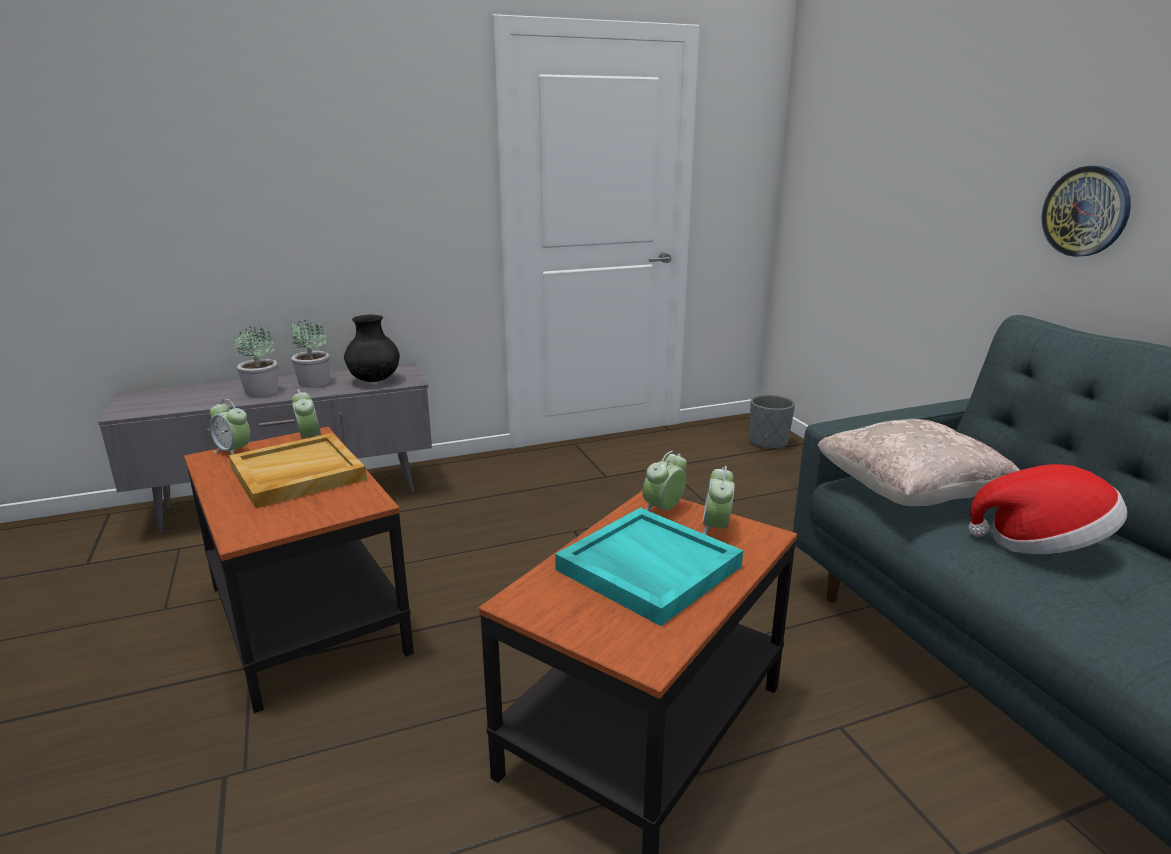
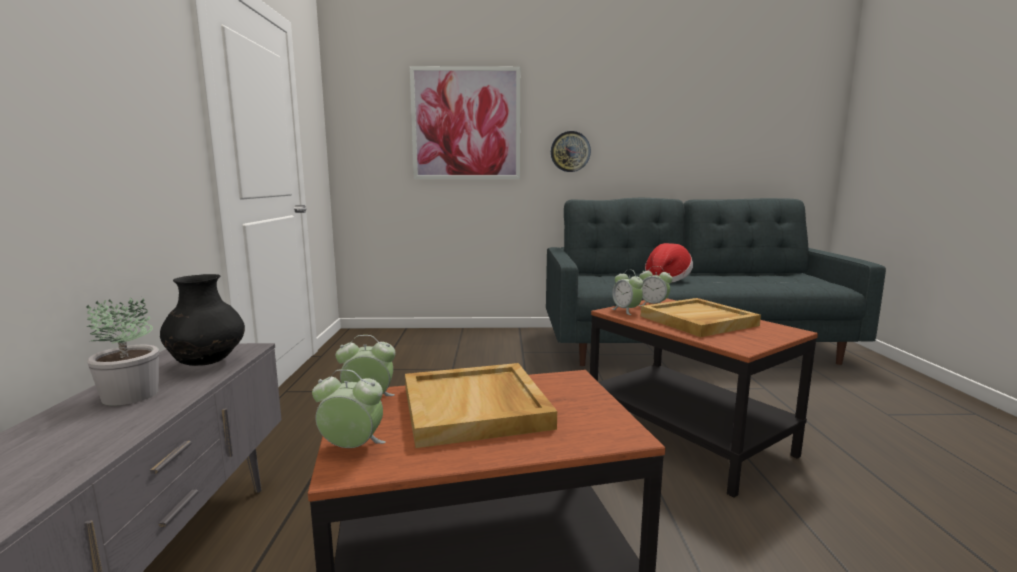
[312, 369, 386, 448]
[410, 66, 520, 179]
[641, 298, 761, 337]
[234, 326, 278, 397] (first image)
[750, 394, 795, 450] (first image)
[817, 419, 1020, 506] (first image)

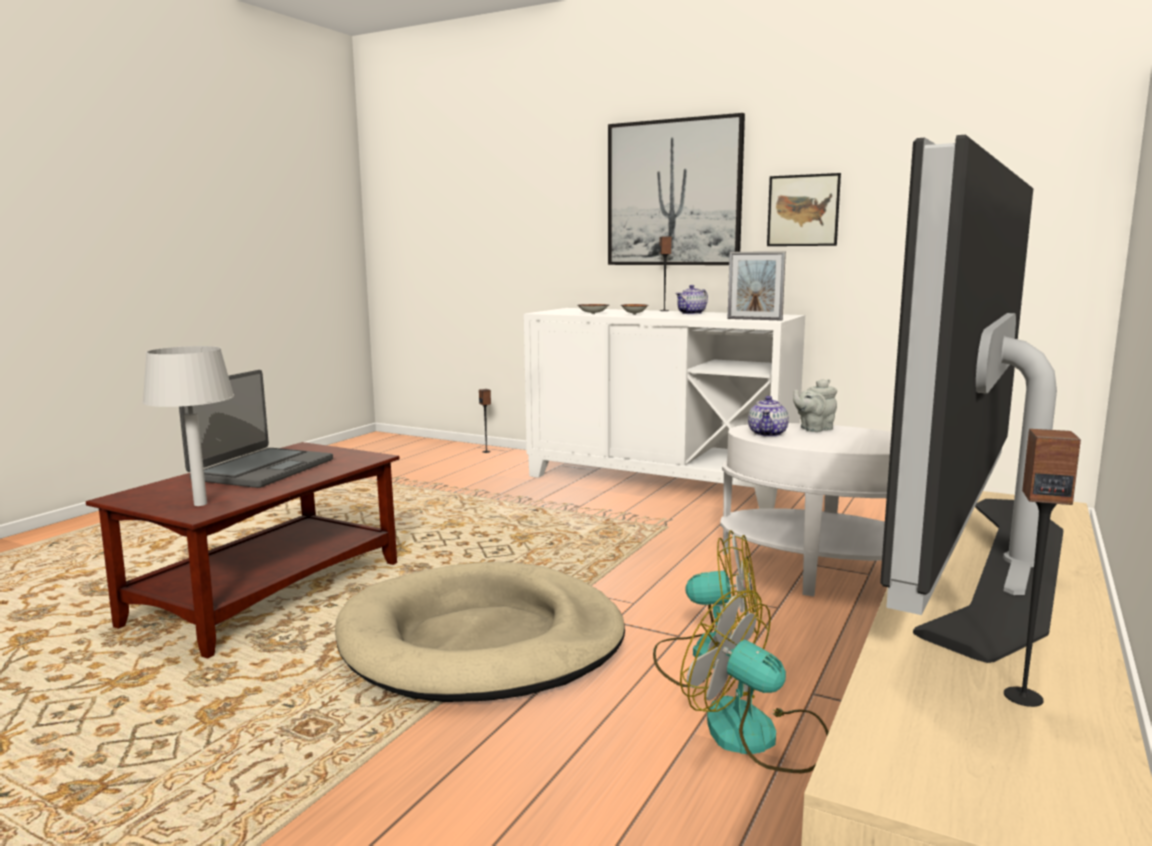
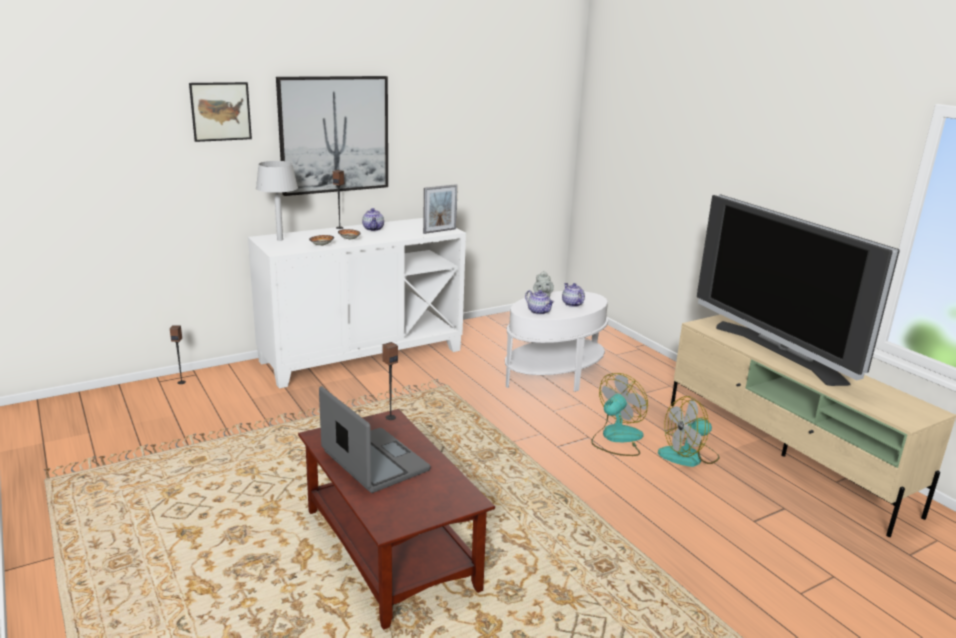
[189, 82, 252, 142]
[256, 161, 298, 241]
[382, 342, 398, 420]
[562, 283, 585, 307]
[335, 562, 625, 702] (first image)

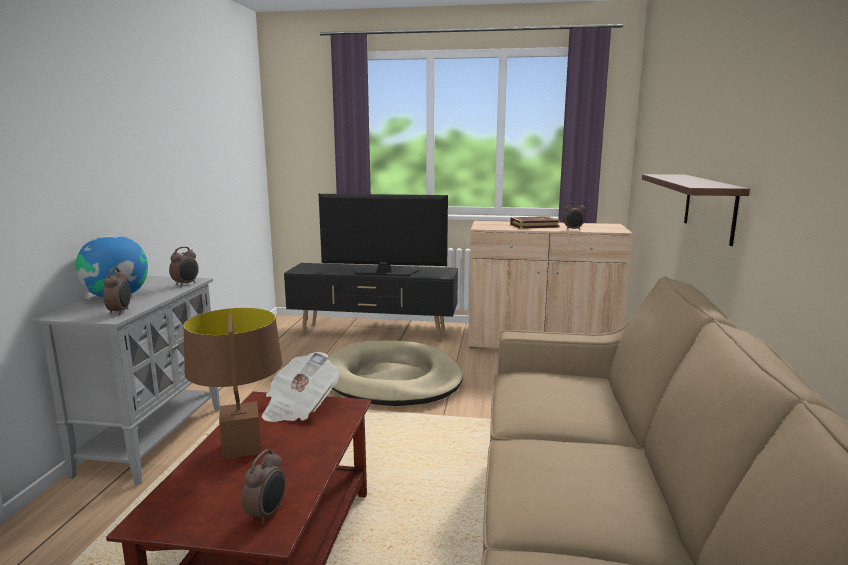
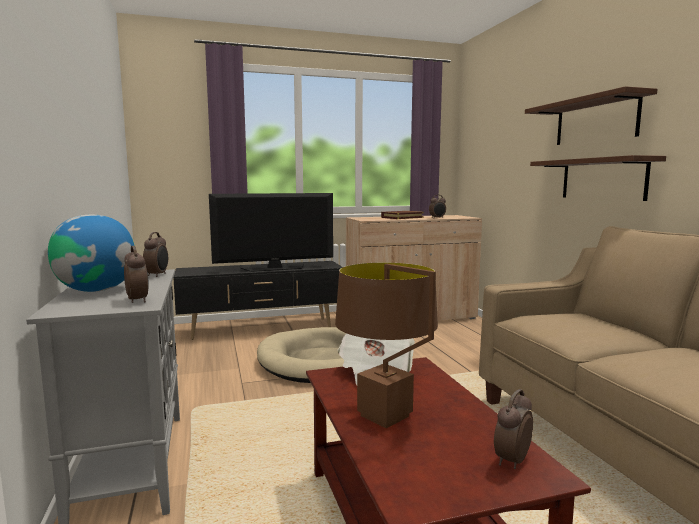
[494, 389, 533, 469]
[525, 86, 658, 145]

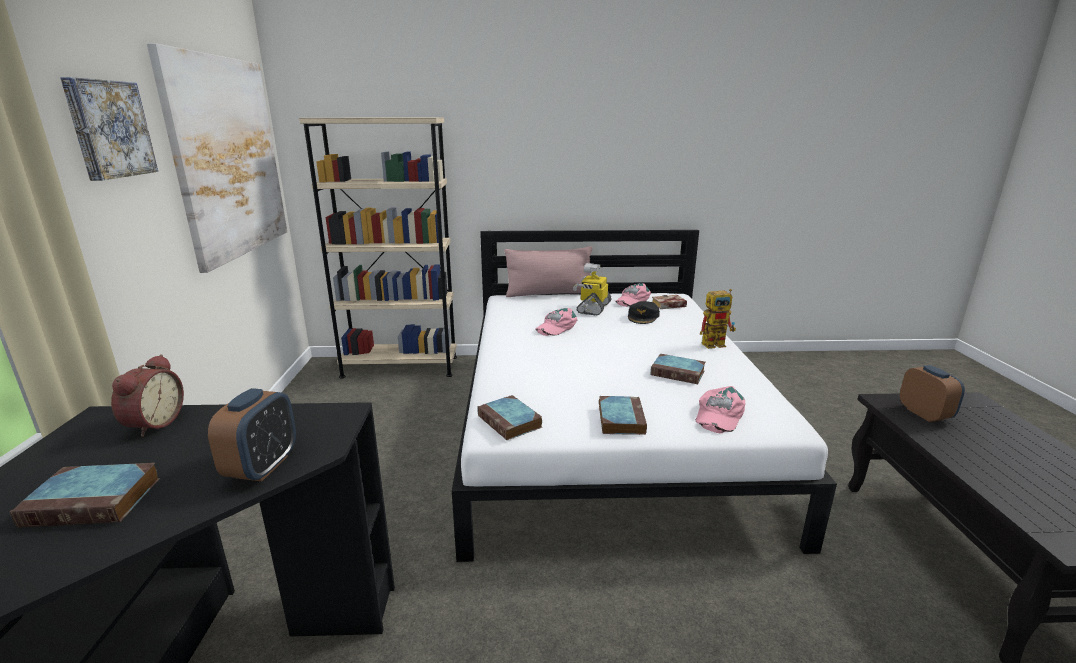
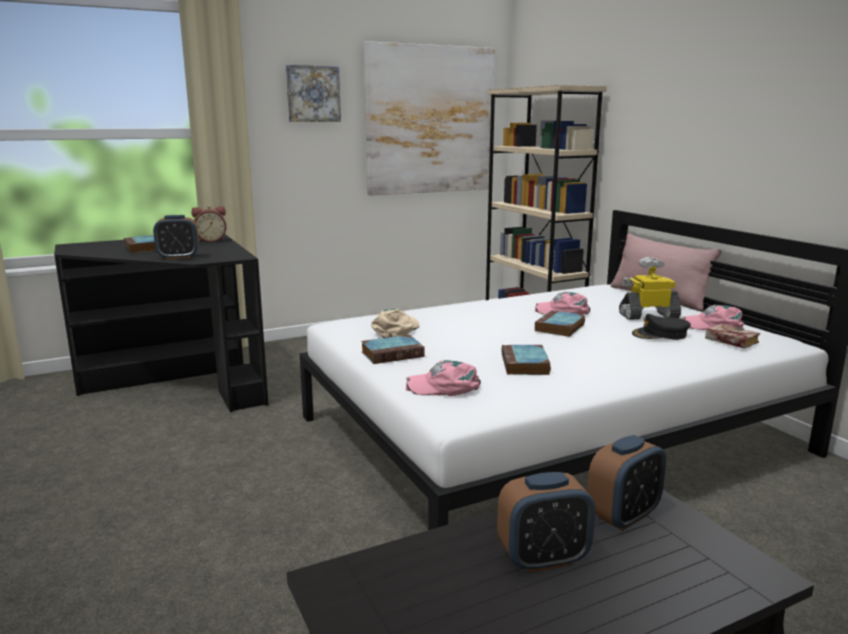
[371, 309, 419, 338]
[497, 472, 595, 573]
[535, 310, 585, 337]
[700, 289, 736, 349] (first image)

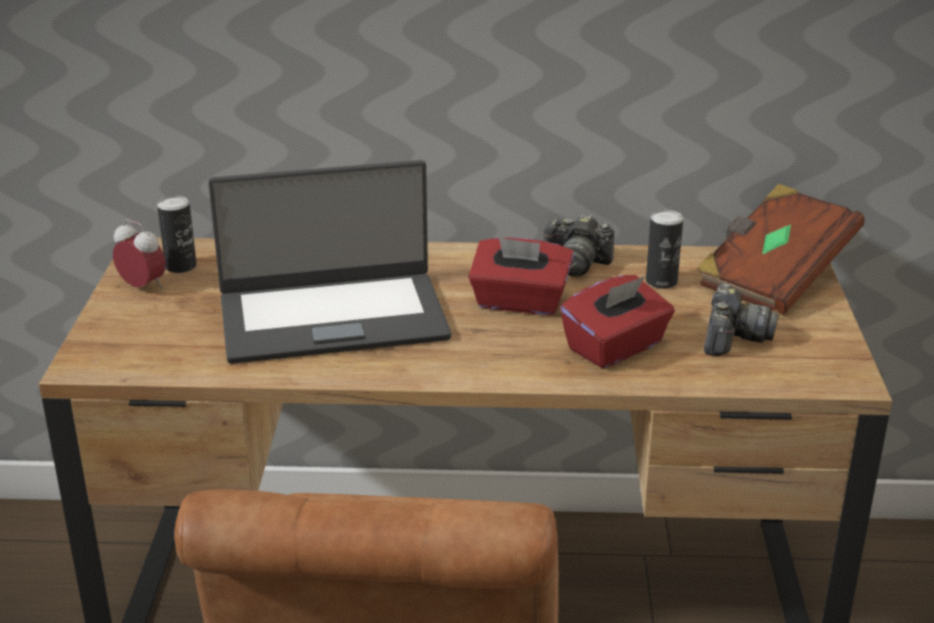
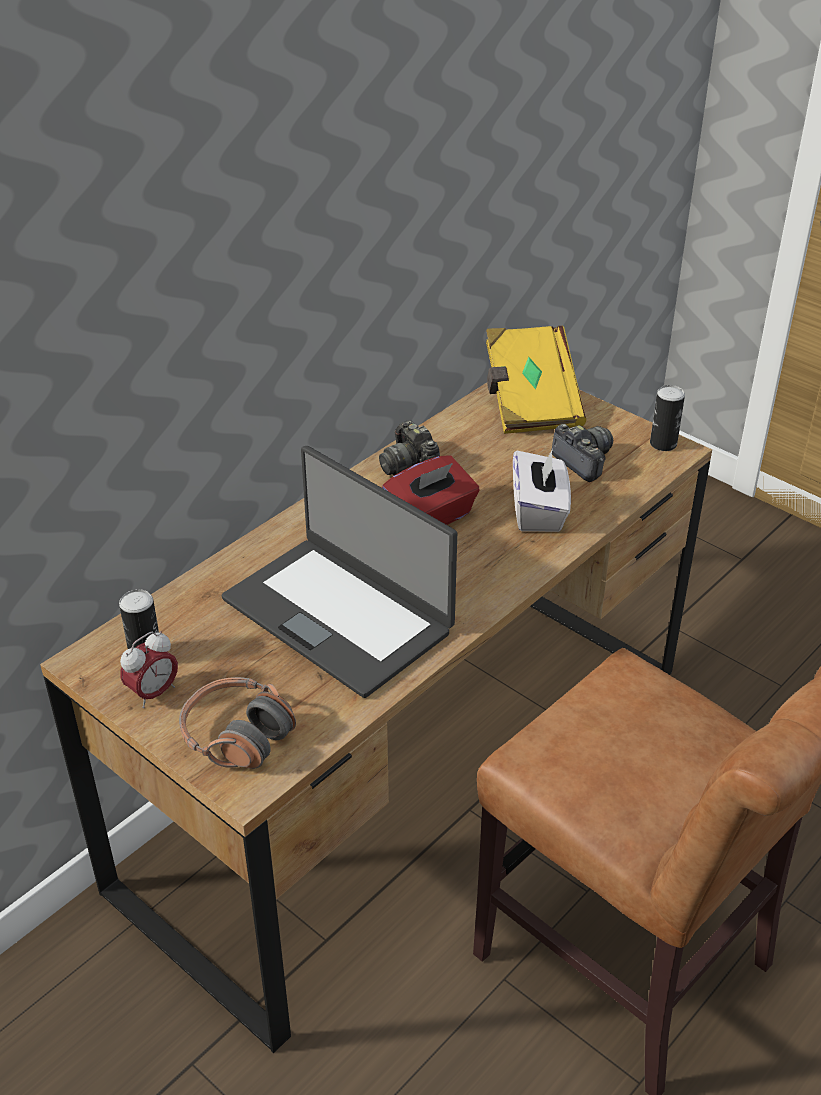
[120, 631, 178, 708]
[179, 677, 296, 769]
[221, 446, 457, 698]
[379, 420, 440, 475]
[486, 326, 586, 434]
[513, 448, 571, 532]
[650, 385, 685, 451]

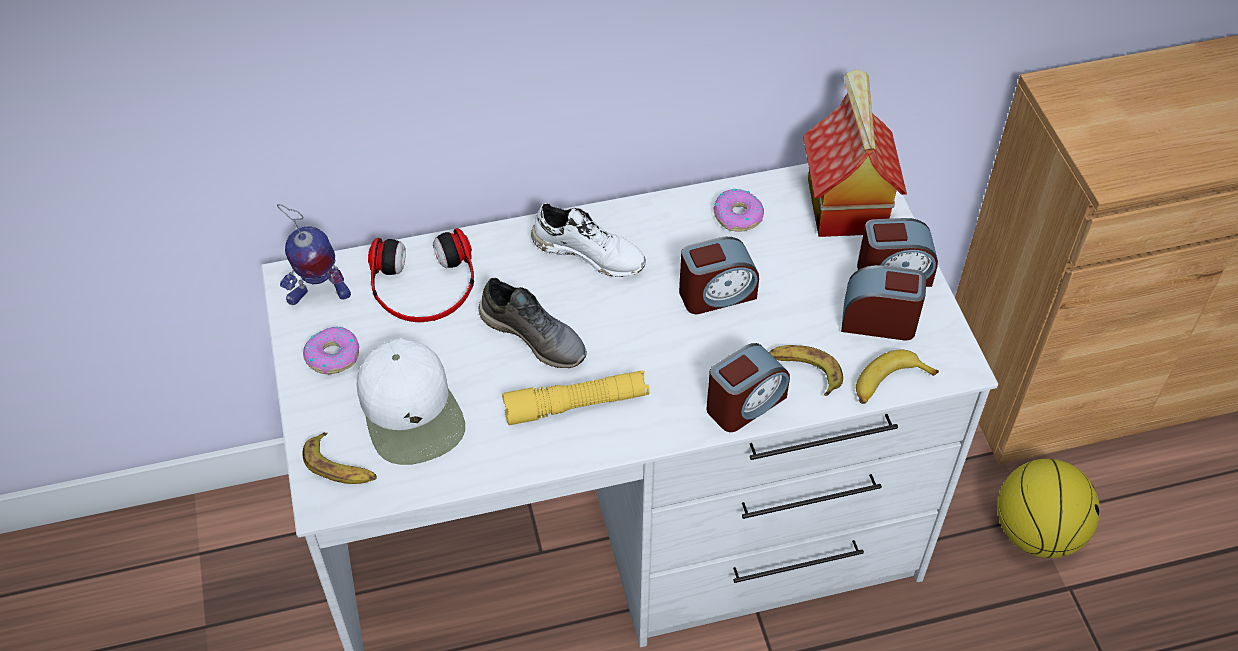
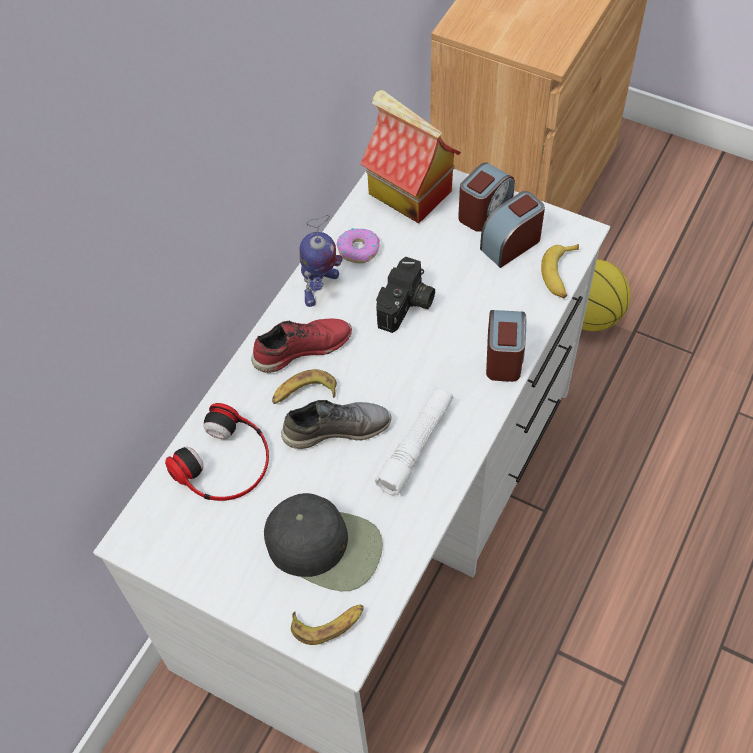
[251, 318, 352, 373]
[264, 493, 383, 591]
[272, 369, 337, 404]
[300, 215, 343, 307]
[375, 387, 453, 496]
[376, 257, 435, 333]
[303, 327, 359, 374] (first image)

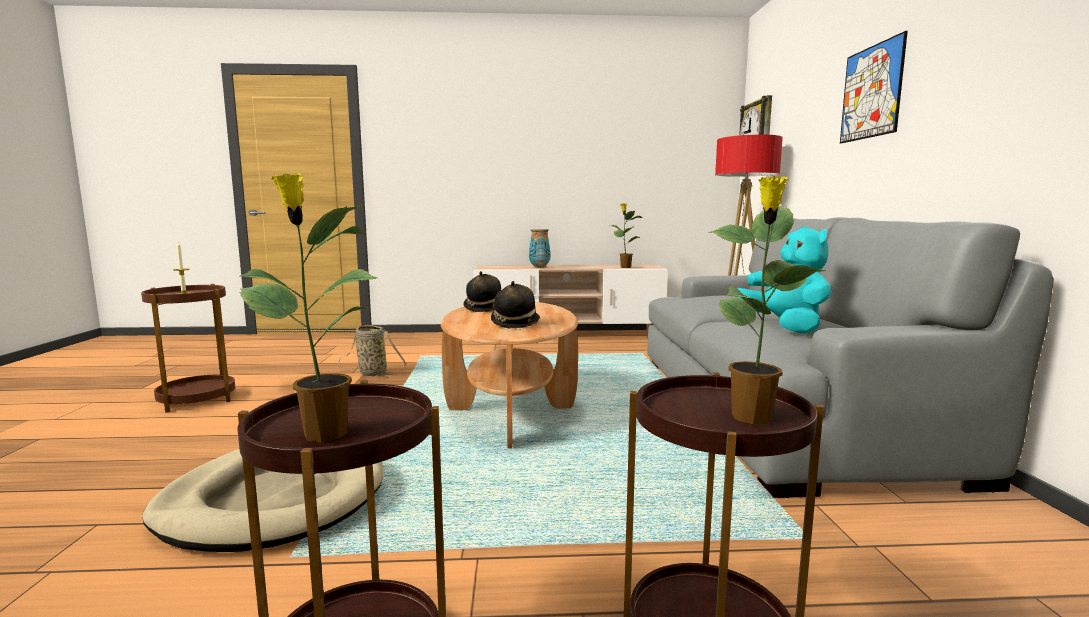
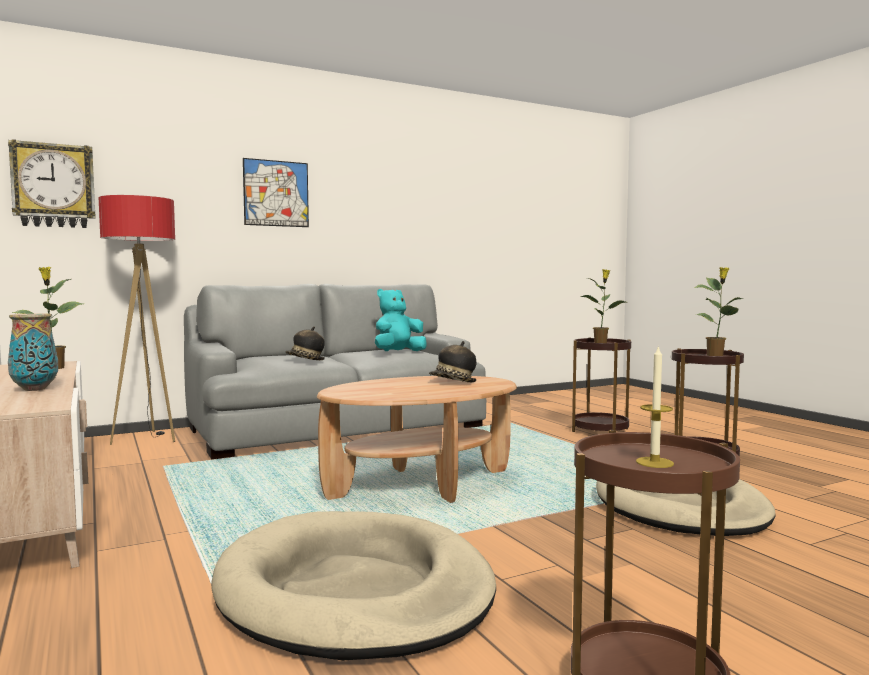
[211, 511, 496, 660]
[285, 326, 325, 360]

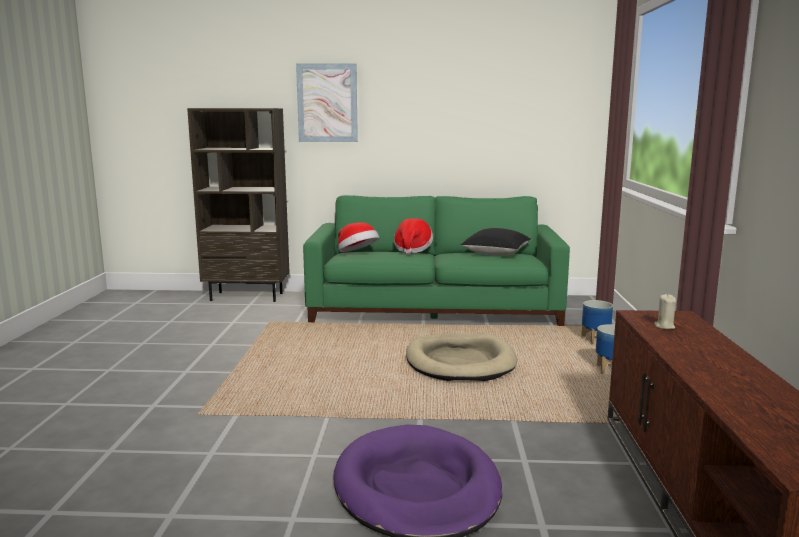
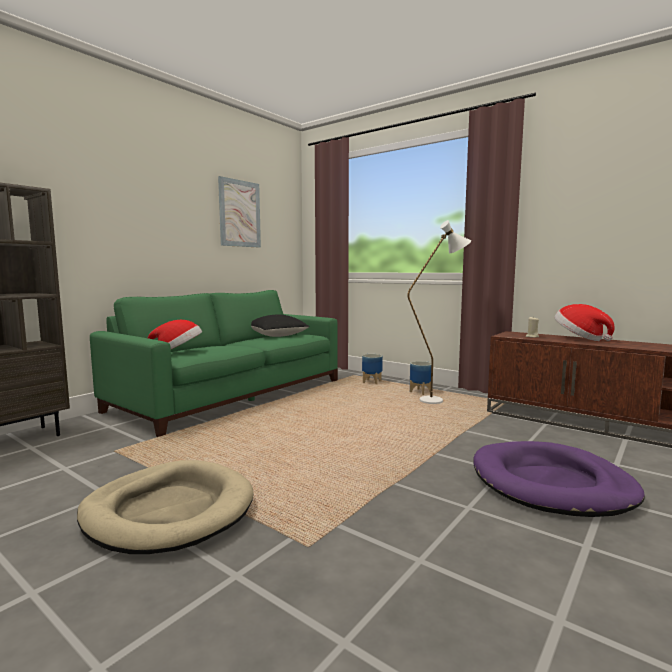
[77, 460, 254, 554]
[218, 176, 261, 248]
[407, 220, 471, 404]
[554, 304, 615, 341]

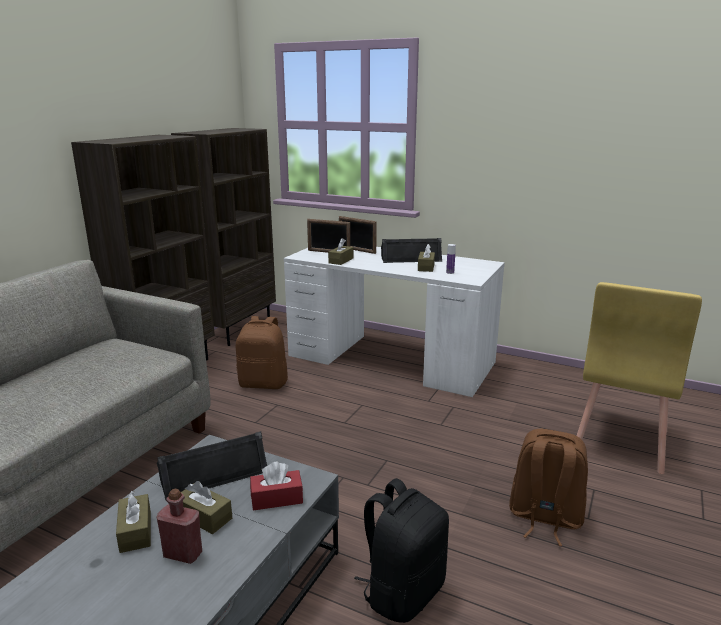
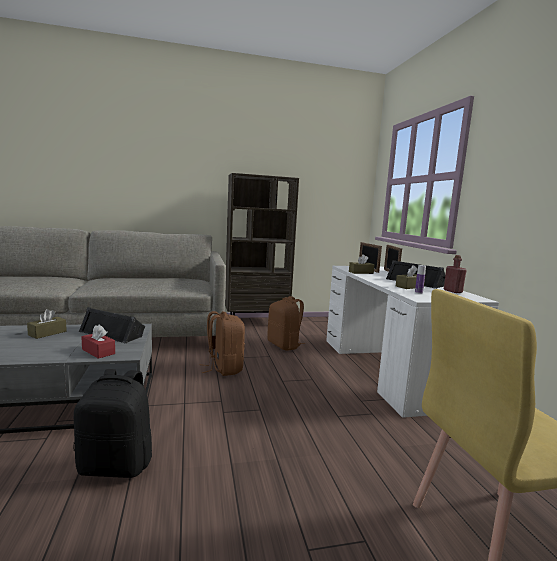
[200, 311, 245, 376]
[444, 255, 467, 293]
[171, 128, 276, 346] (first image)
[181, 481, 232, 534] (first image)

